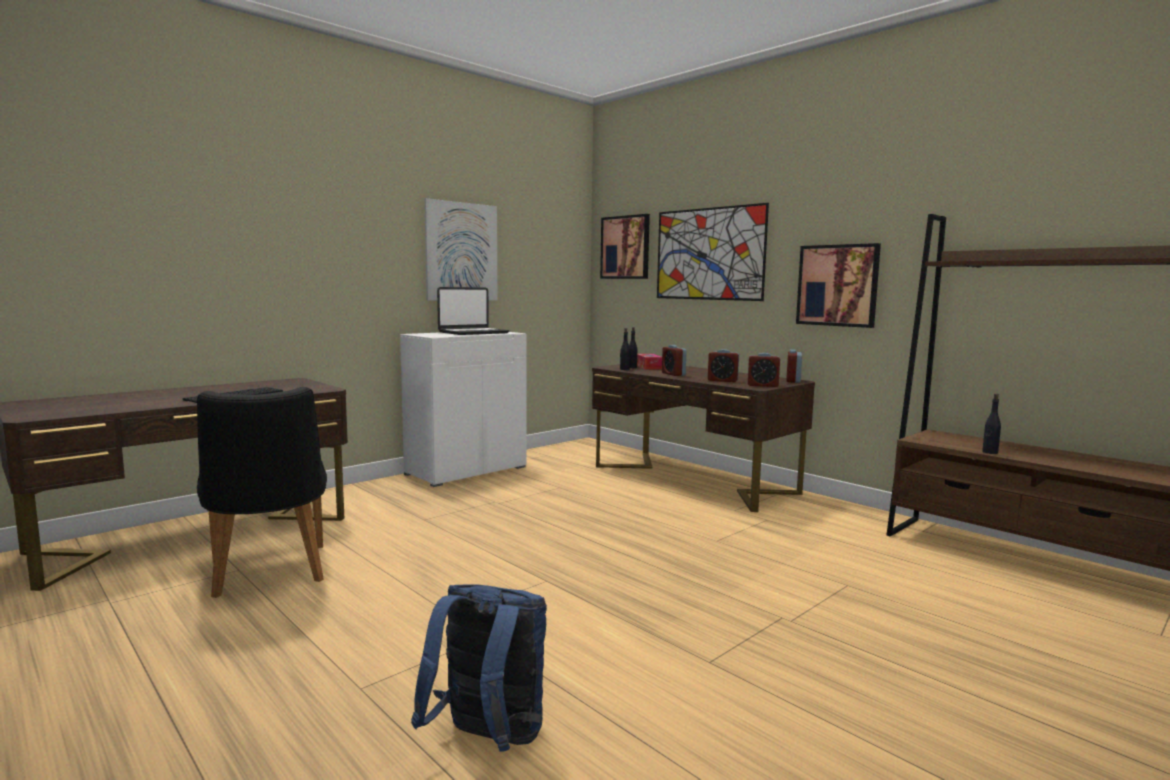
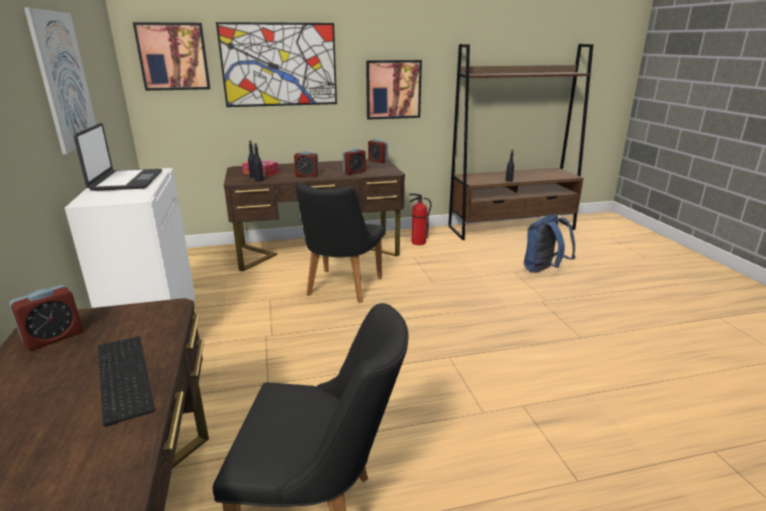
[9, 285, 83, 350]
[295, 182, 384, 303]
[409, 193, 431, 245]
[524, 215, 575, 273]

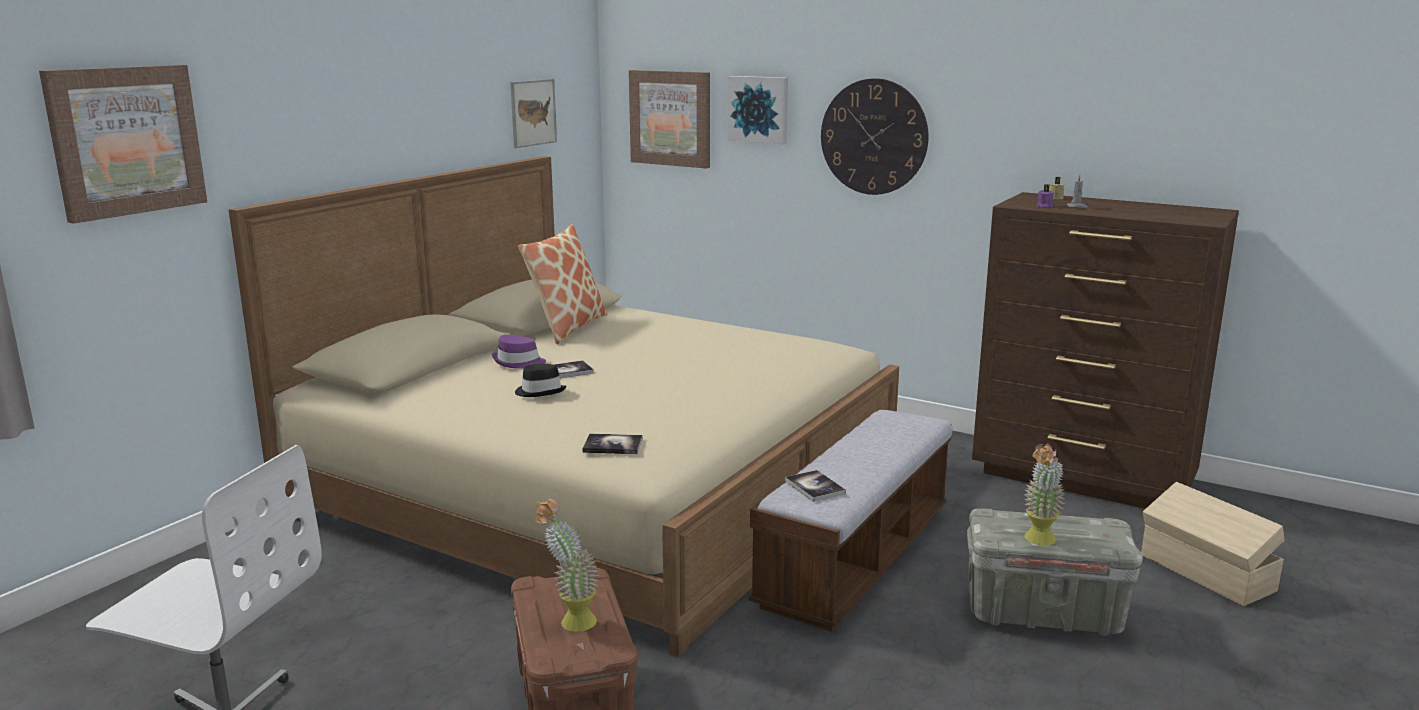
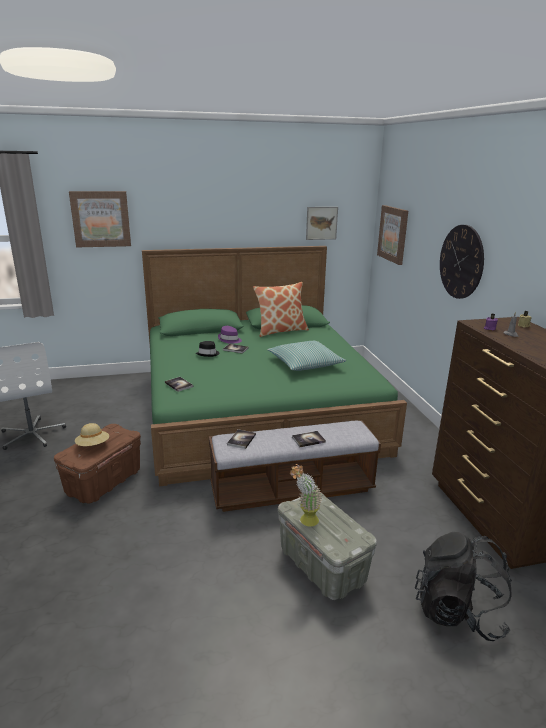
[75, 423, 109, 446]
[142, 246, 407, 486]
[268, 341, 347, 371]
[292, 431, 326, 447]
[415, 532, 512, 641]
[728, 76, 788, 144] (first image)

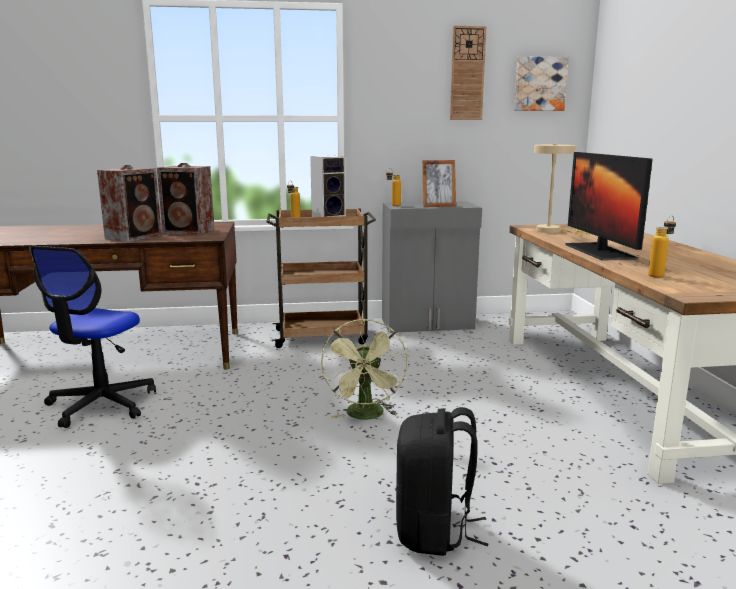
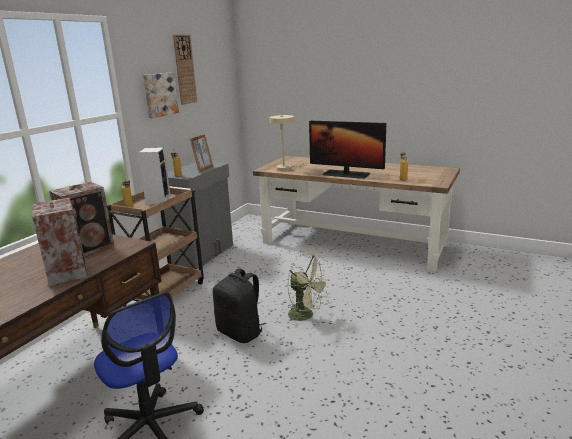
[143, 72, 179, 118]
[213, 268, 267, 343]

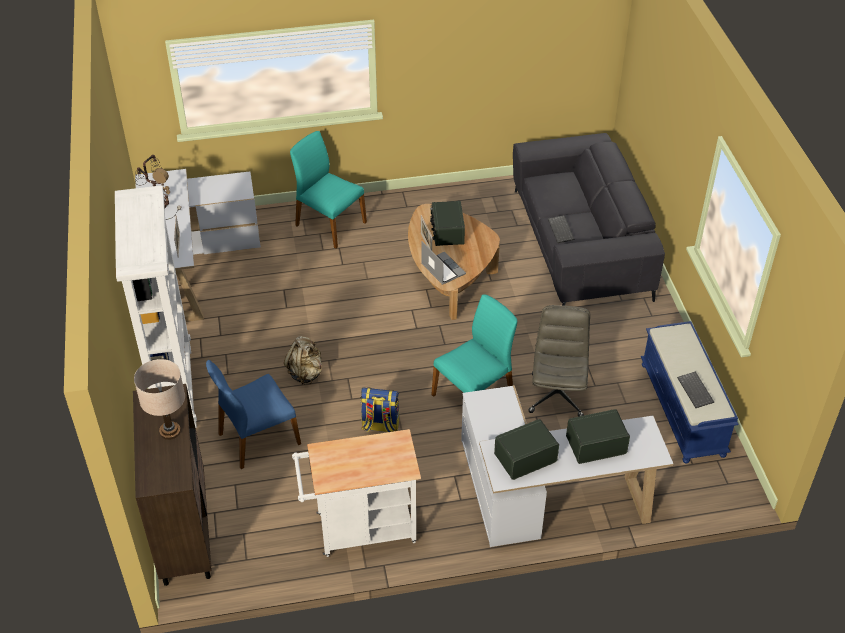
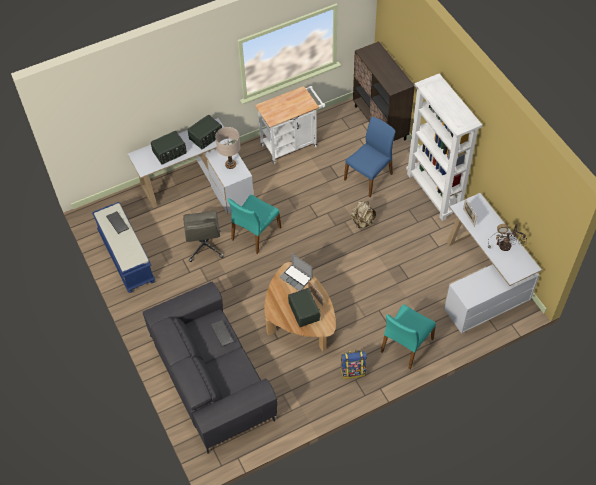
[215, 127, 240, 169]
[340, 350, 367, 379]
[381, 304, 436, 369]

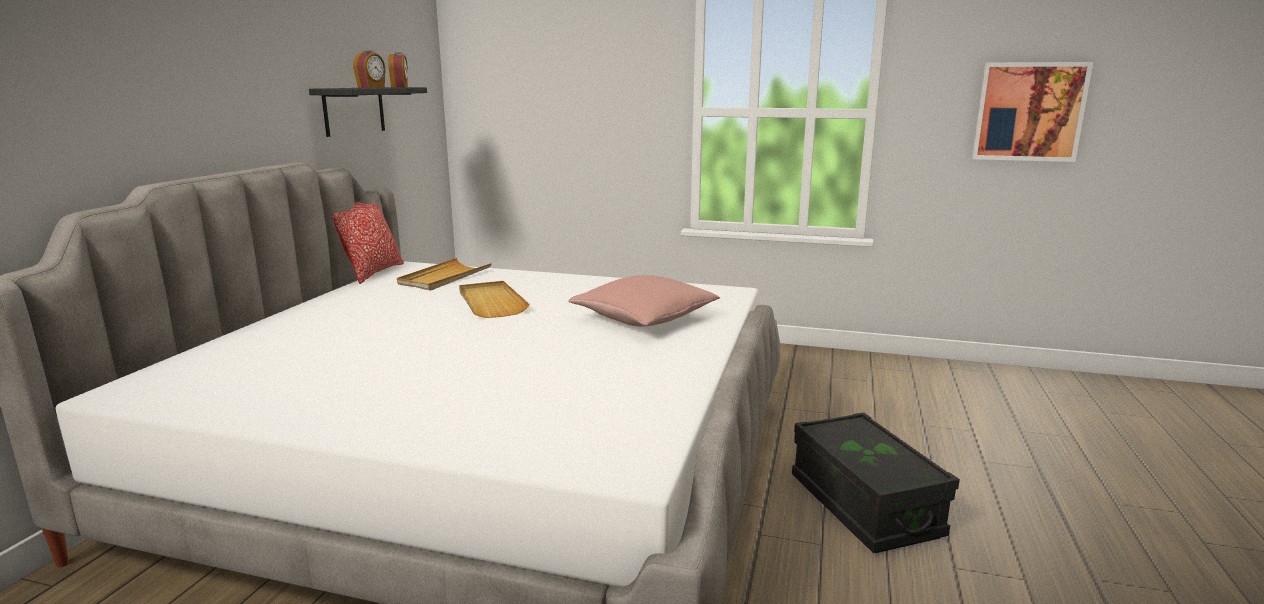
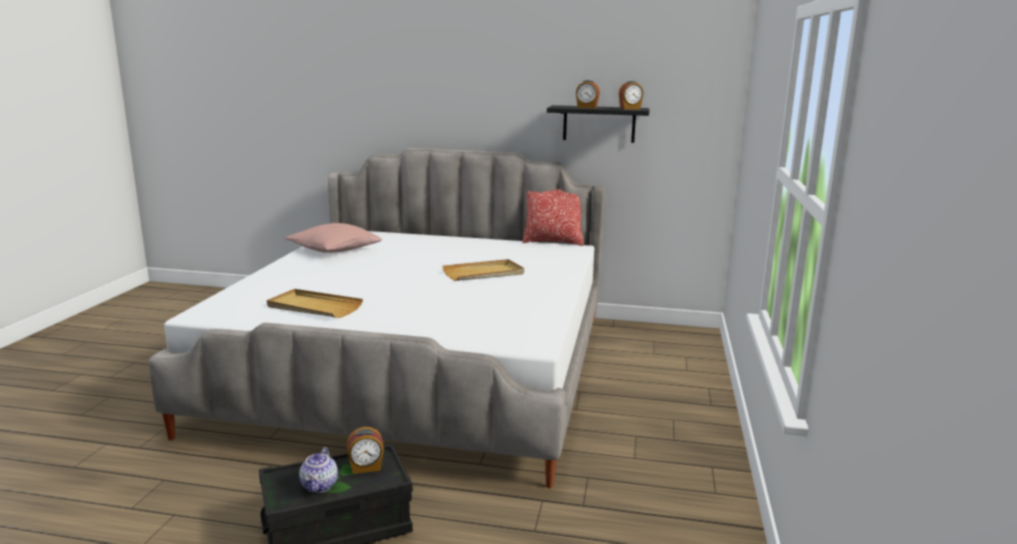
[267, 289, 363, 318]
[285, 223, 382, 253]
[299, 447, 338, 493]
[347, 427, 384, 474]
[971, 62, 1093, 162] (first image)

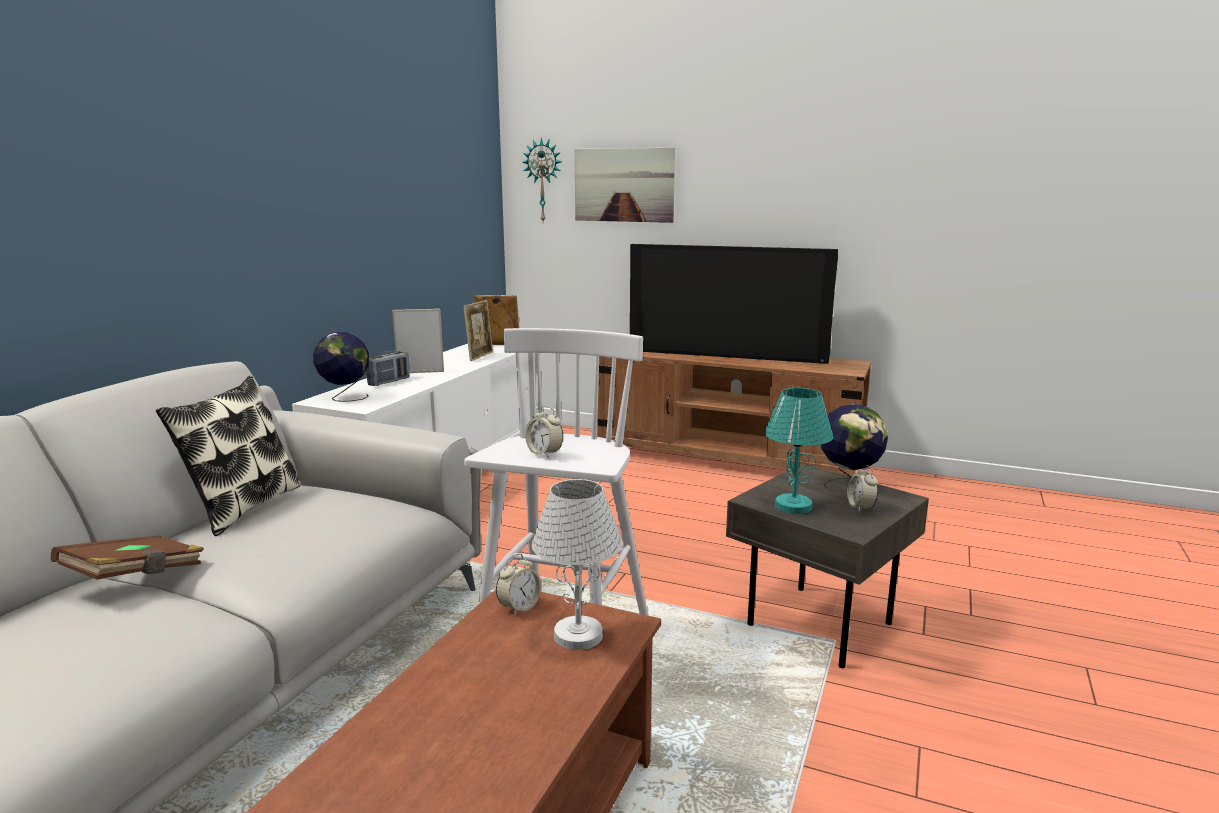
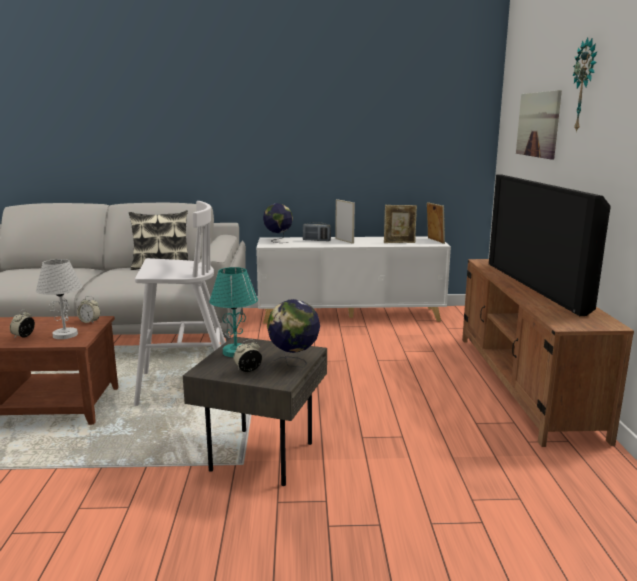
[10, 309, 35, 338]
[573, 37, 597, 133]
[51, 536, 204, 580] (first image)

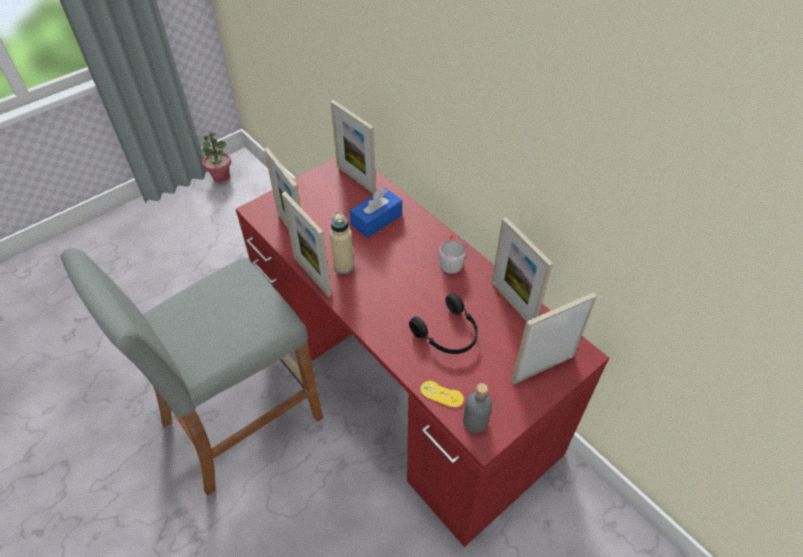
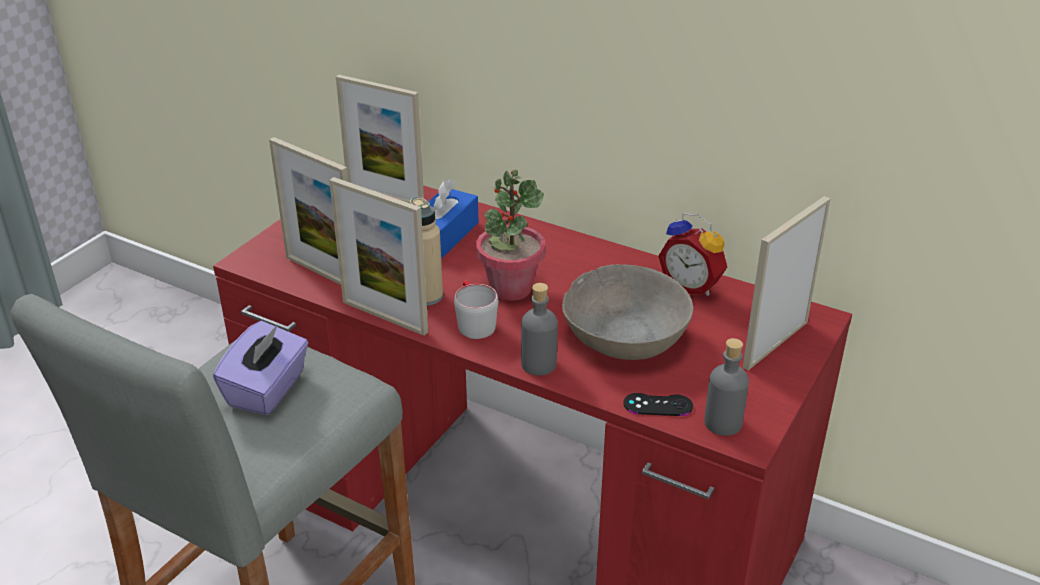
[213, 321, 308, 415]
[454, 281, 498, 339]
[476, 170, 546, 301]
[521, 283, 558, 376]
[562, 264, 693, 360]
[623, 393, 693, 416]
[658, 213, 727, 296]

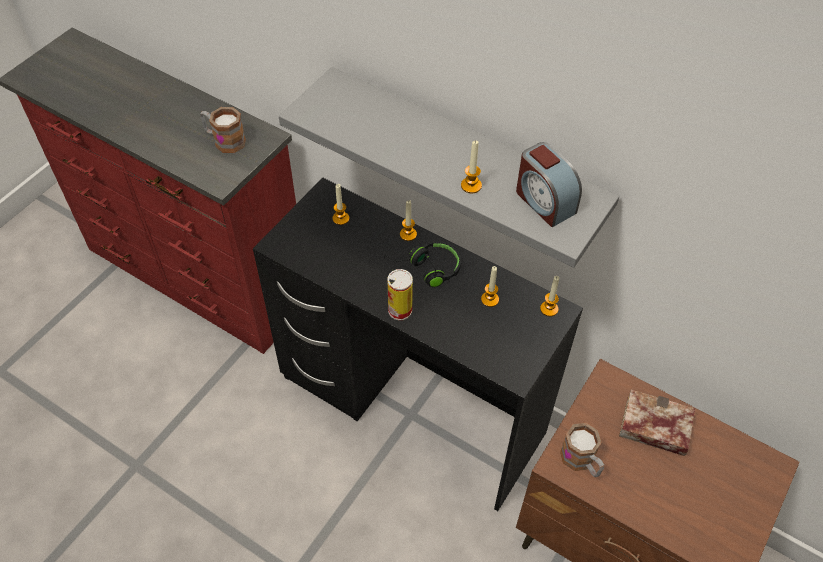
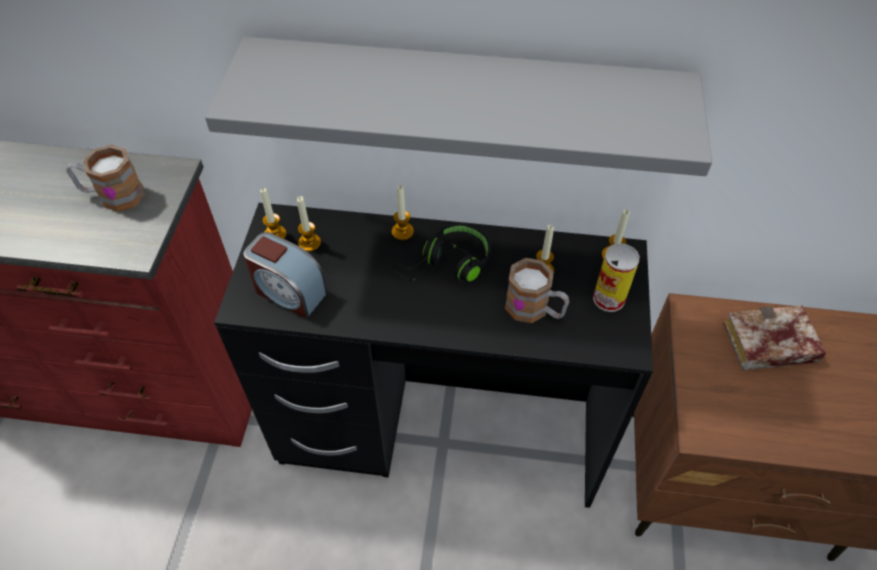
[243, 232, 328, 318]
[260, 188, 286, 239]
[505, 258, 569, 323]
[593, 243, 640, 312]

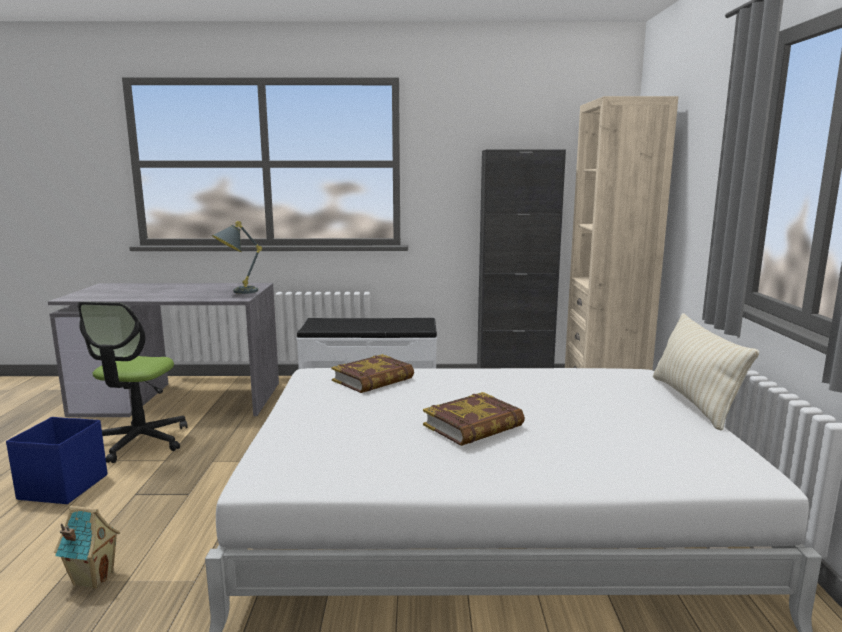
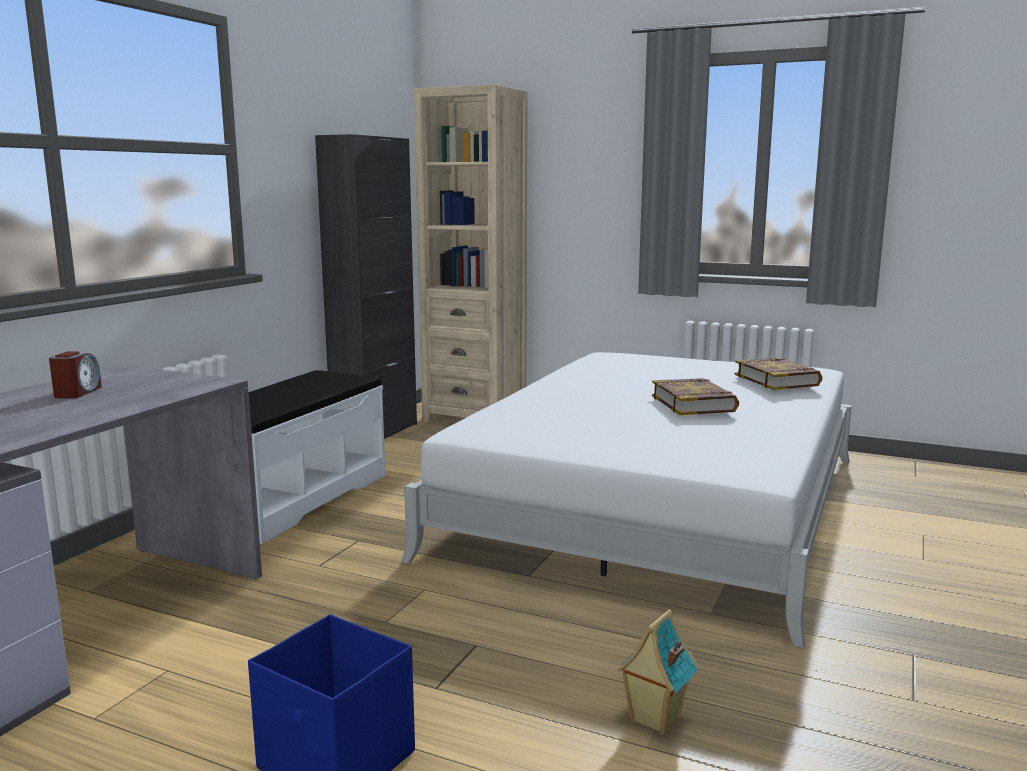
[49, 351, 102, 398]
[734, 358, 823, 390]
[77, 302, 188, 463] (first image)
[211, 221, 262, 294] (first image)
[653, 313, 759, 430] (first image)

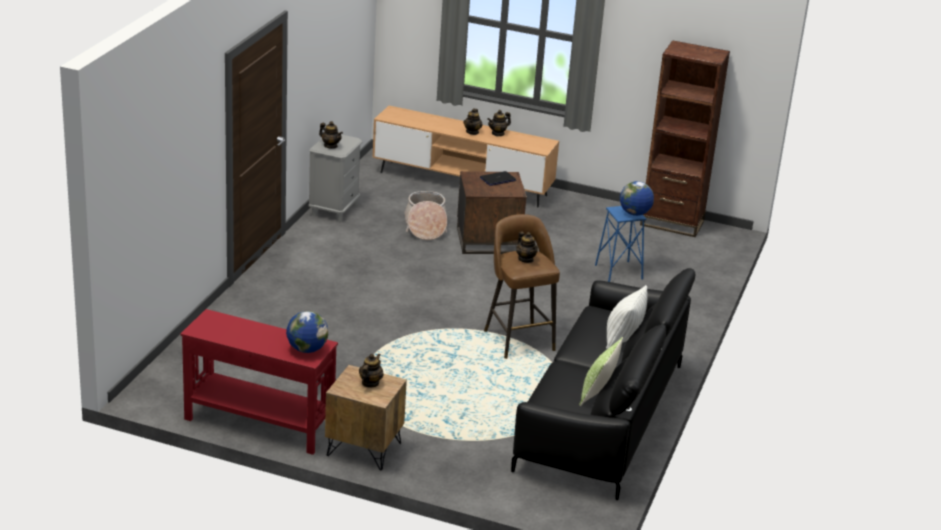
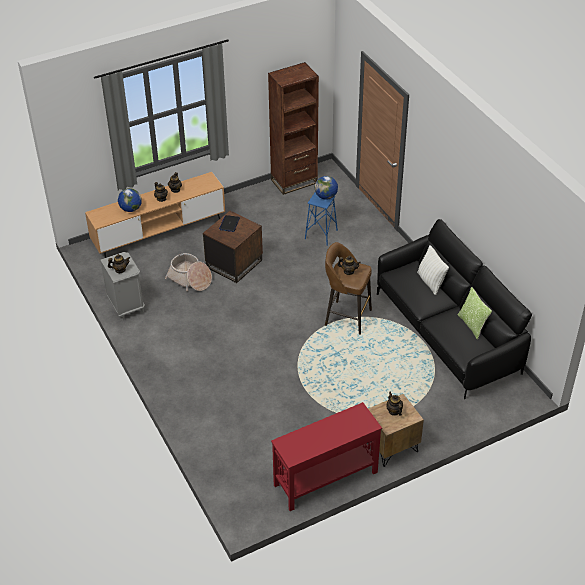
[118, 188, 142, 212]

